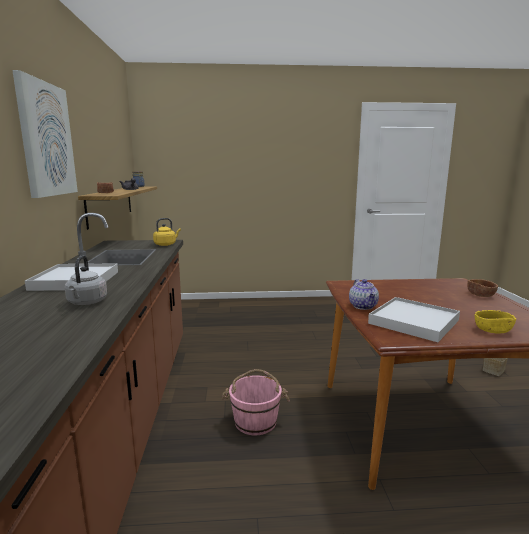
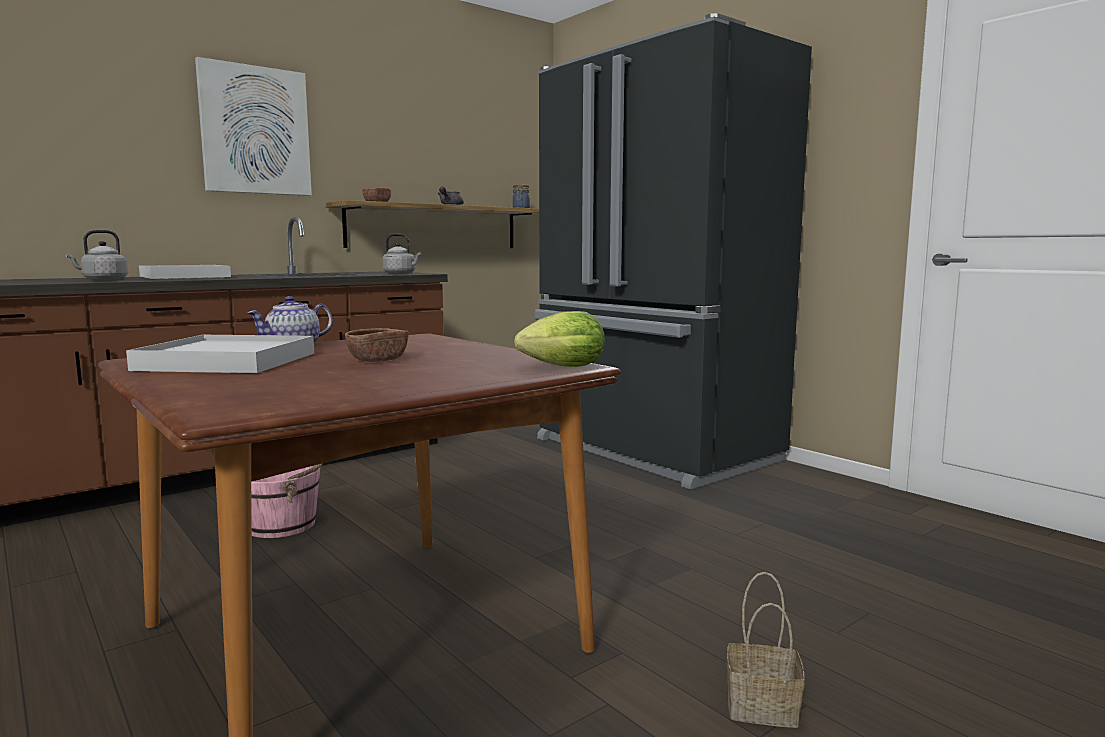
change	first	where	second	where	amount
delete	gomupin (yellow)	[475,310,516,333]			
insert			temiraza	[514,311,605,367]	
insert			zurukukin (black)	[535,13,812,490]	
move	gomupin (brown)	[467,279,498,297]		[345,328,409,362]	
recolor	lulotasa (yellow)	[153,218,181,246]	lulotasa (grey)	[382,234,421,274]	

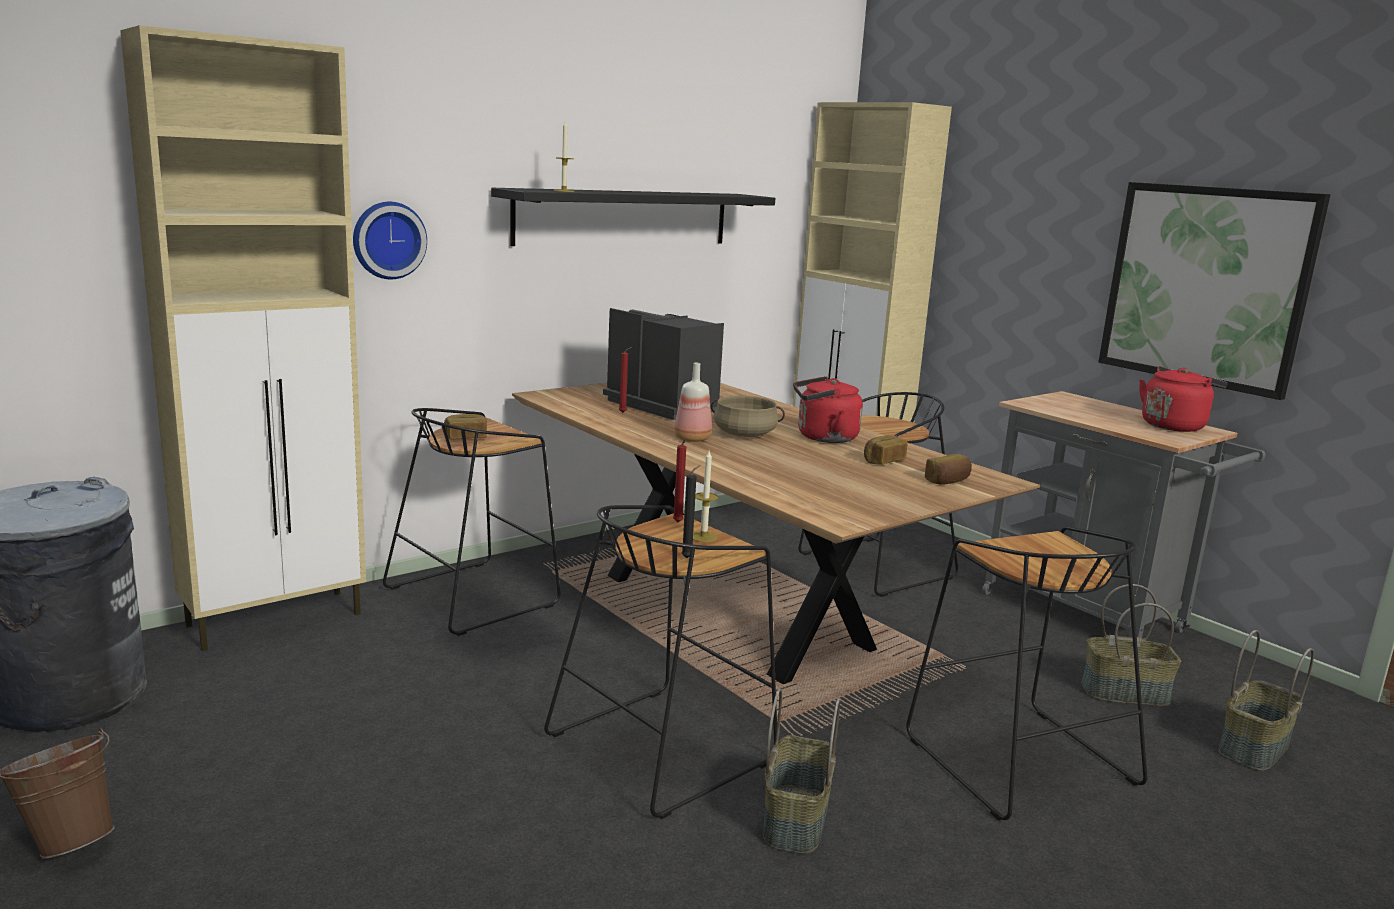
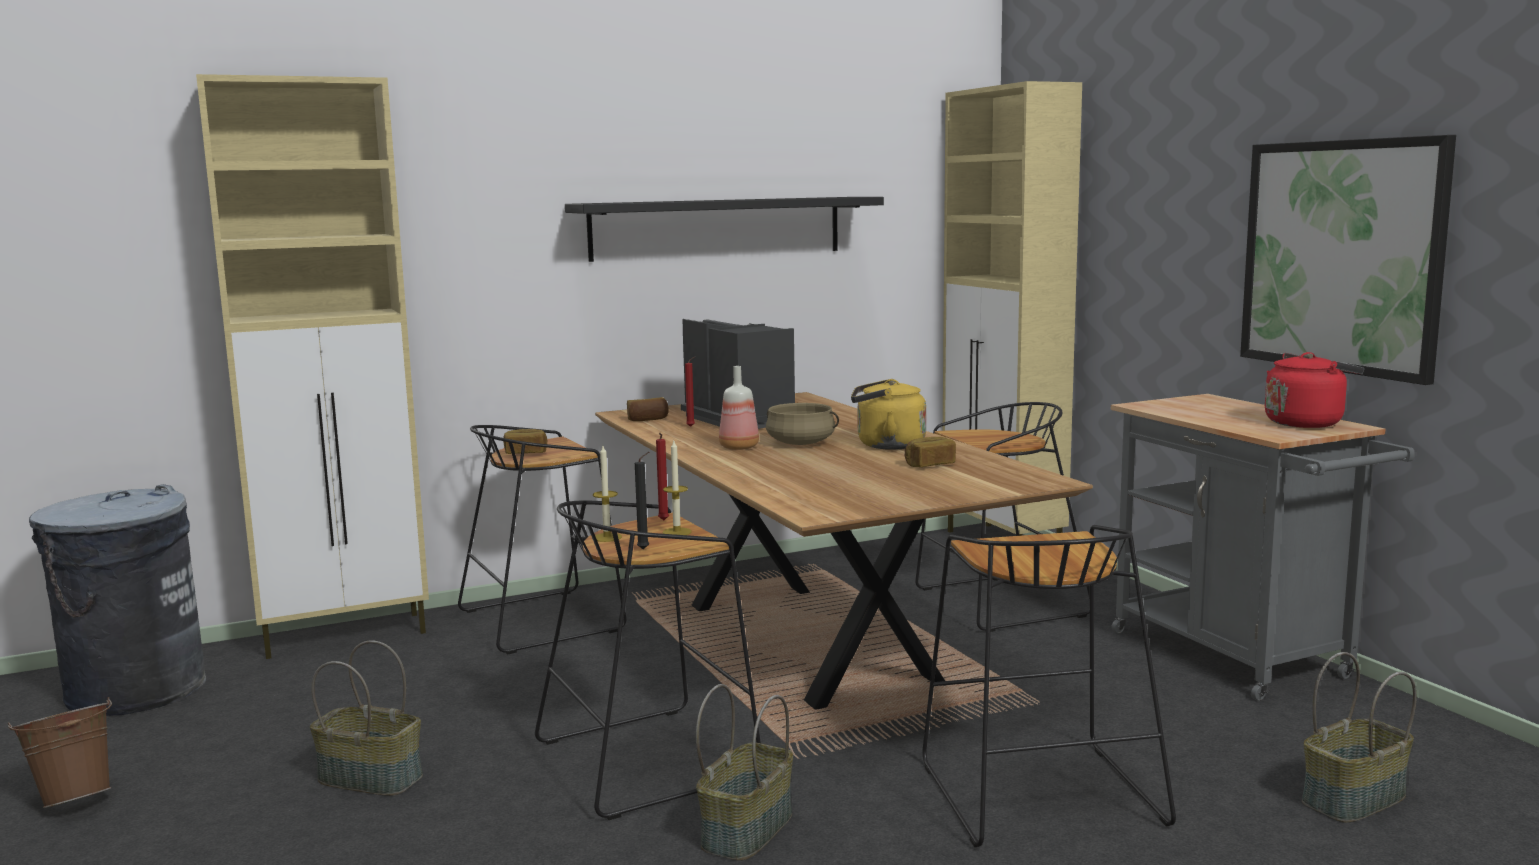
change	first	where	second	where	amount
delete	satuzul	[353,202,427,279]			
move	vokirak	[554,120,575,192]		[593,446,622,542]	
move	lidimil	[925,454,972,485]		[627,397,669,421]	
move	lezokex	[1081,584,1181,706]		[310,640,423,796]	
recolor	lulotasa (red)	[793,376,863,443]	lulotasa (yellow)	[851,379,926,450]	

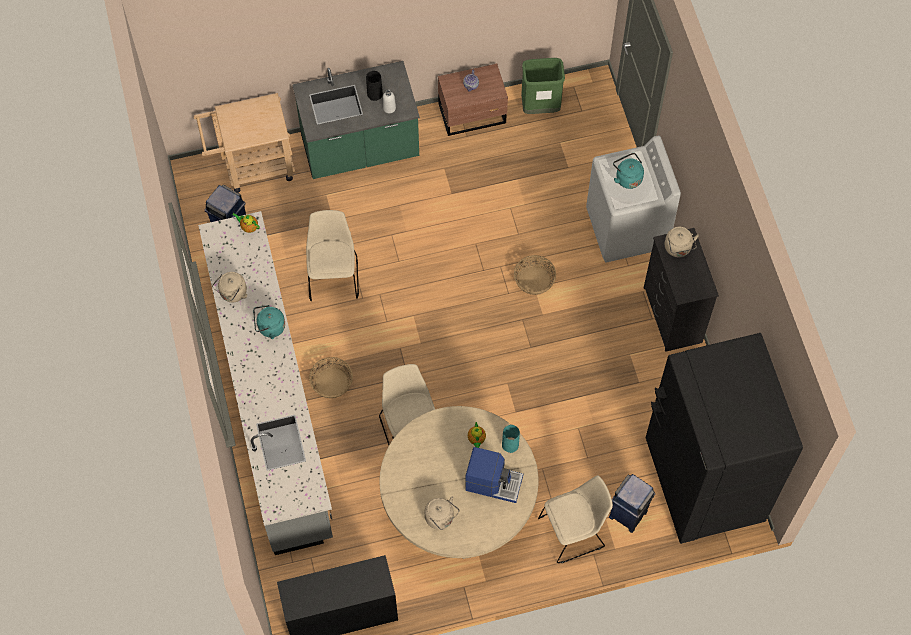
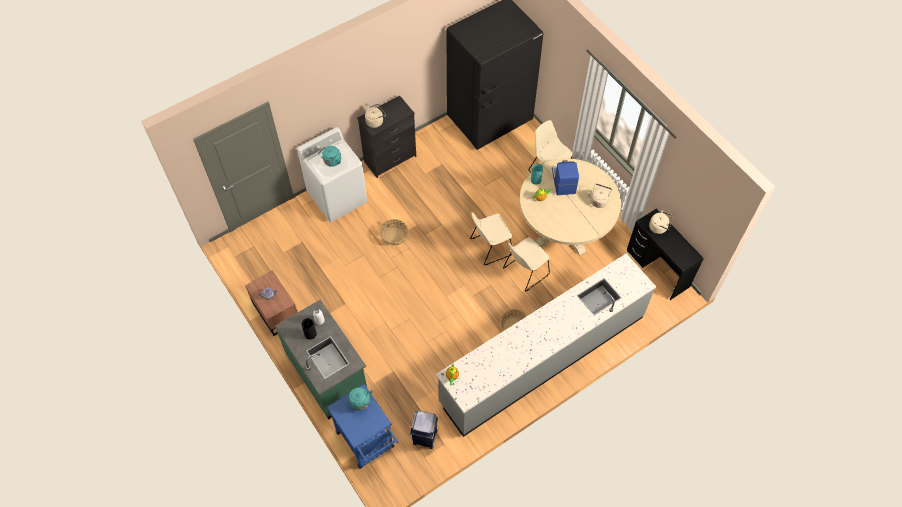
change	first	where	second	where	amount
delete	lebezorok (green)	[521,58,565,114]			
delete	lebezorok (blue)	[609,474,655,533]			
move	lulotasa (beige)	[212,272,247,302]		[649,210,673,234]	
move	lulotasa (turquoise)	[253,305,285,339]		[348,387,372,411]	
move	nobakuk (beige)	[306,210,359,301]		[470,212,512,265]	
recolor	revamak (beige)	[193,93,295,193]	revamak (blue)	[327,384,398,469]	

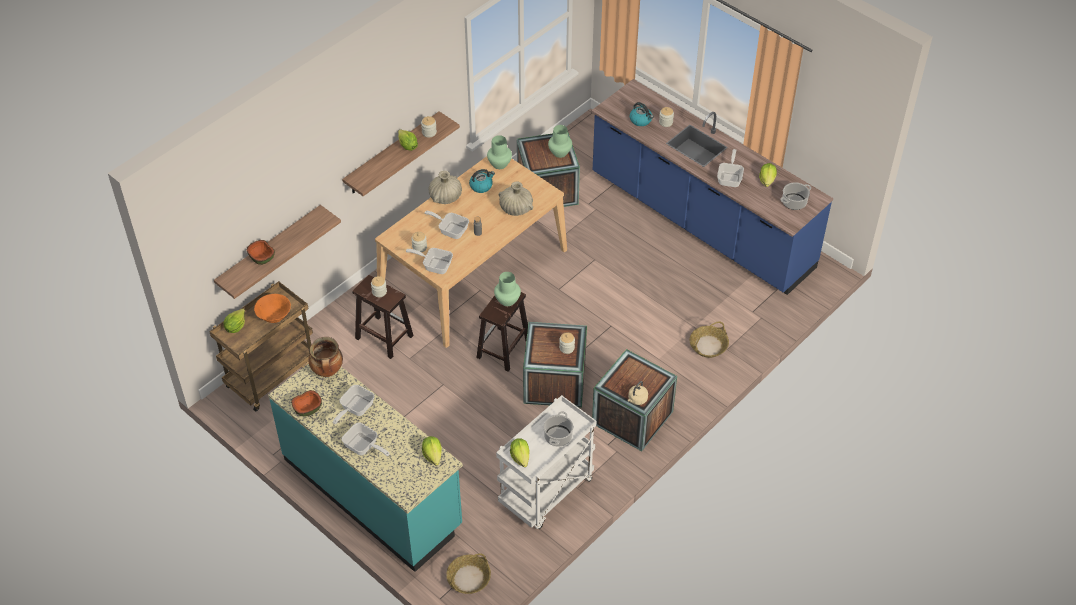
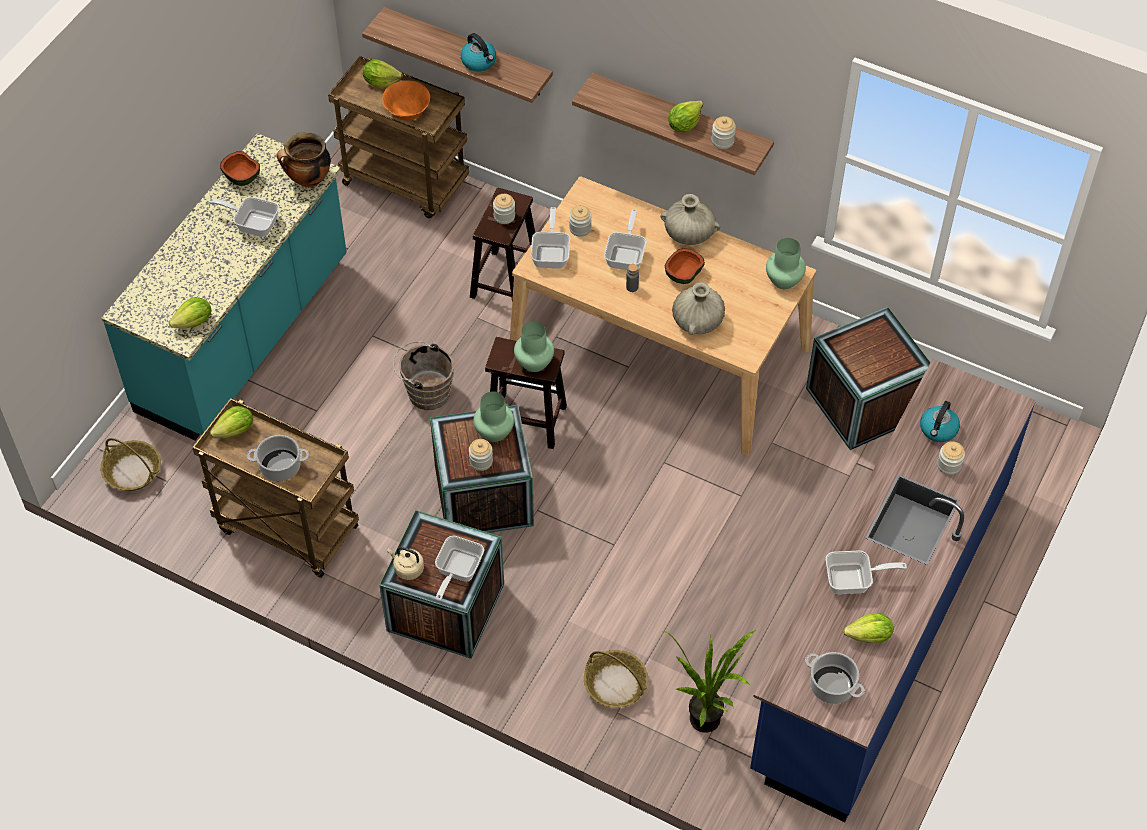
change	first	where	second	where	amount
insert			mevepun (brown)	[393,341,454,410]	
insert			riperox	[663,630,756,733]	
move	gomupin	[246,240,275,265]		[665,248,705,284]	
move	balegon	[341,423,390,456]		[435,536,484,601]	
move	lulotasa	[469,169,495,193]		[461,33,496,71]	
move	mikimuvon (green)	[548,125,572,158]		[473,391,514,442]	
recolor	revamak (white)	[496,395,596,529]	revamak (brown)	[192,398,359,578]	

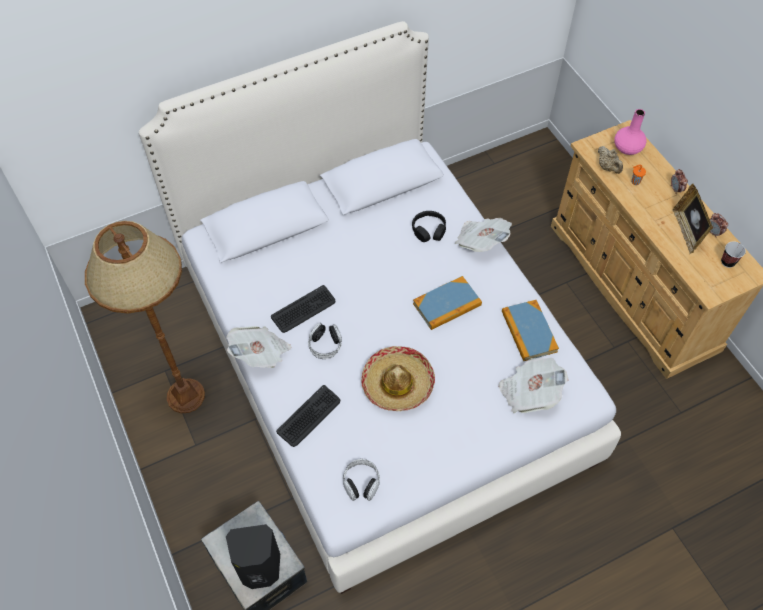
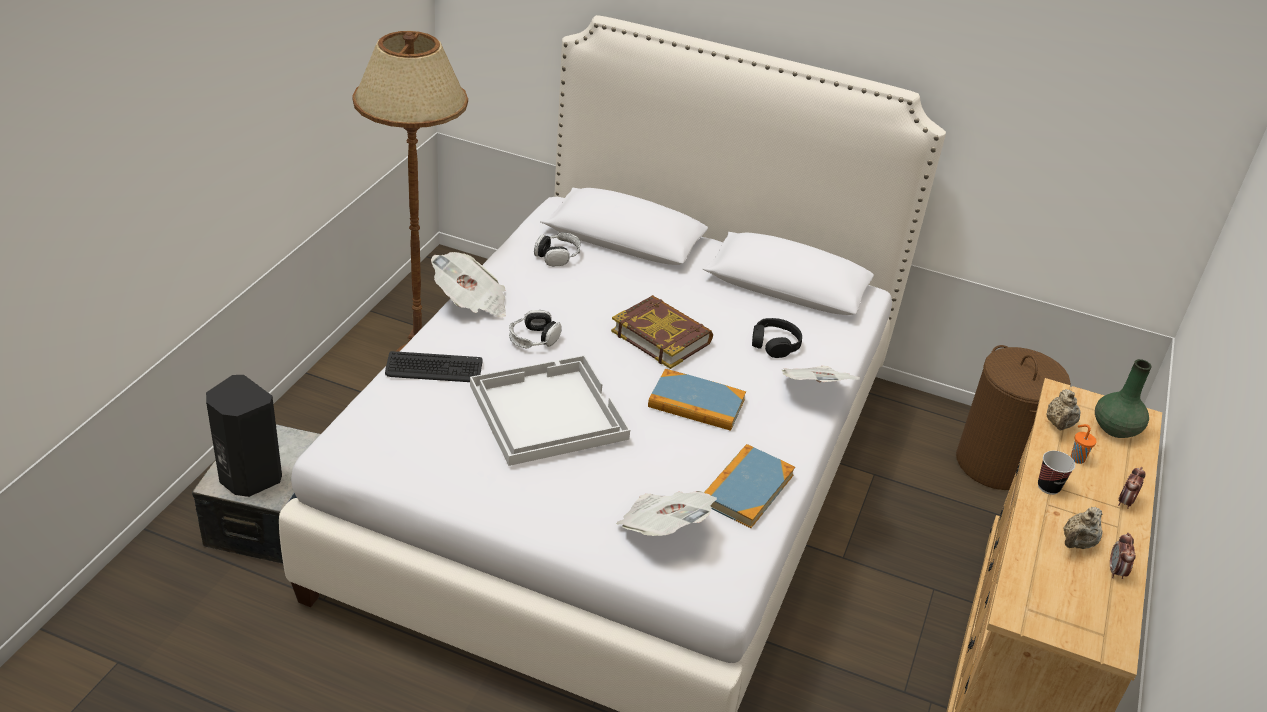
change	first	where	second	where	amount
delete	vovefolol	[271,285,336,333]			
insert			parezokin	[611,295,713,369]	
insert			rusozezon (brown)	[956,345,1071,490]	
move	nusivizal	[343,459,380,501]		[534,232,581,266]	
move	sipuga	[721,241,746,268]		[1038,451,1075,495]	
replace	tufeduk	[361,346,435,411]	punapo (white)	[470,355,630,466]	
replace	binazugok	[673,184,713,254]	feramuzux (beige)	[1063,507,1103,549]	
recolor	mikimuvon (pink)	[614,109,647,155]	mikimuvon (green)	[1095,359,1152,438]	

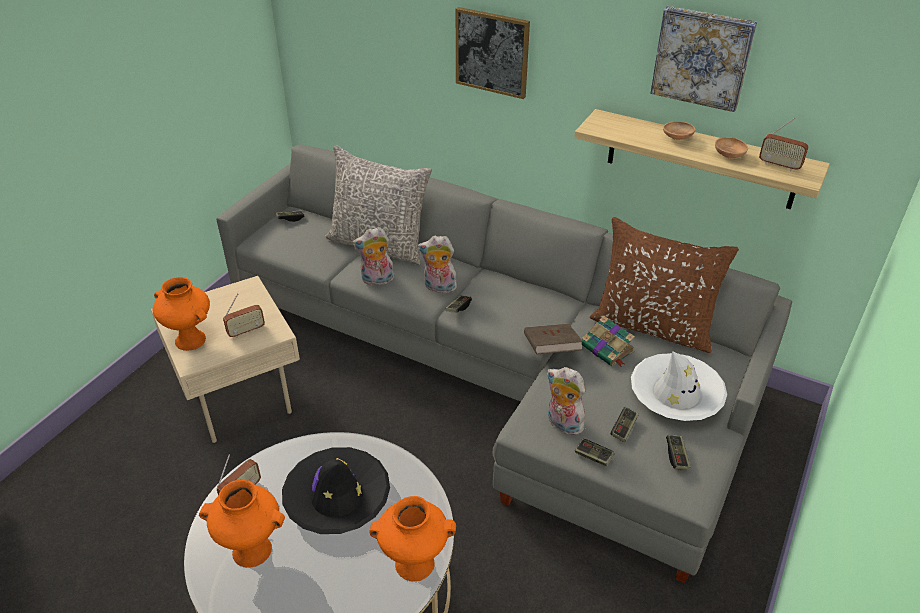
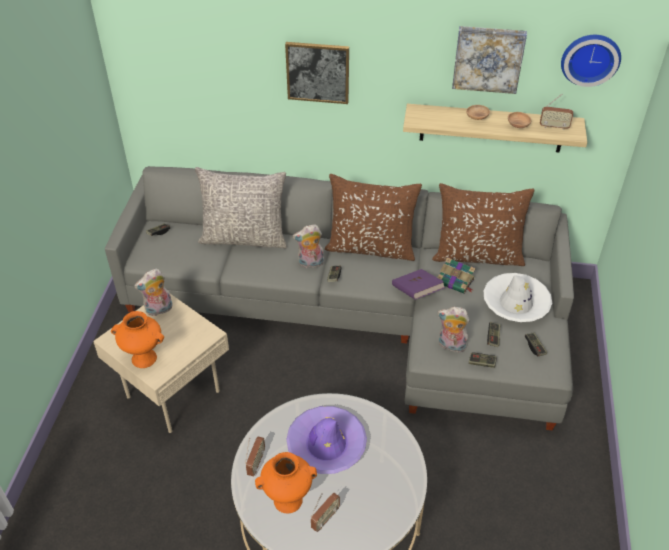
change	first	where	second	where	amount
delete	mikimuvon (orange)	[369,496,456,581]			
insert			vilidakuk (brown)	[325,174,422,261]	
insert			satuzul	[561,35,621,87]	
move	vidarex	[223,293,265,338]		[311,493,340,532]	
move	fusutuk	[352,227,394,287]		[134,268,173,316]	
recolor	tufeduk (black)	[282,447,390,534]	tufeduk (purple)	[286,406,367,474]	
recolor	parezokin (brown)	[524,324,583,354]	parezokin (purple)	[392,269,445,300]	

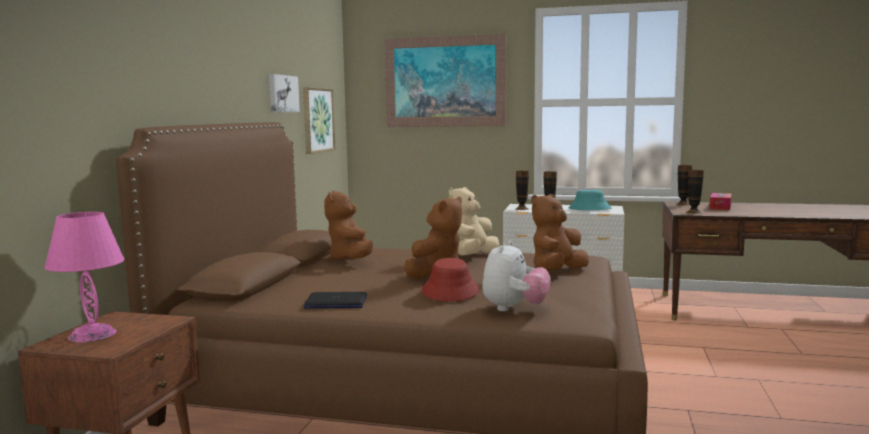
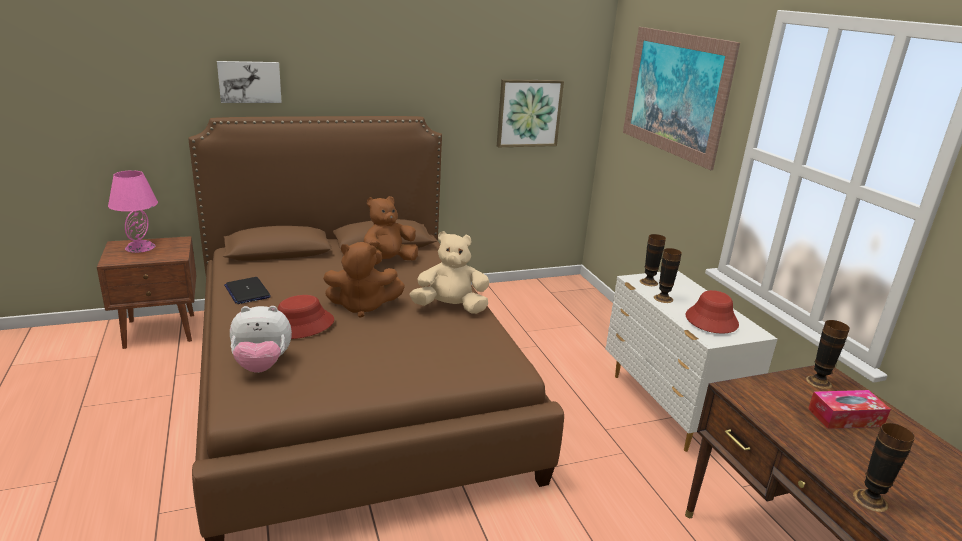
change	first	where	second	where	amount
delete	fusutuk (brown)	[531,194,589,271]			
move	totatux	[269,74,300,112]		[217,61,282,103]	
move	mikimuvon	[685,170,704,214]		[853,423,915,512]	
recolor	tufeduk (turquoise)	[568,190,612,210]	tufeduk (red)	[686,290,739,334]	

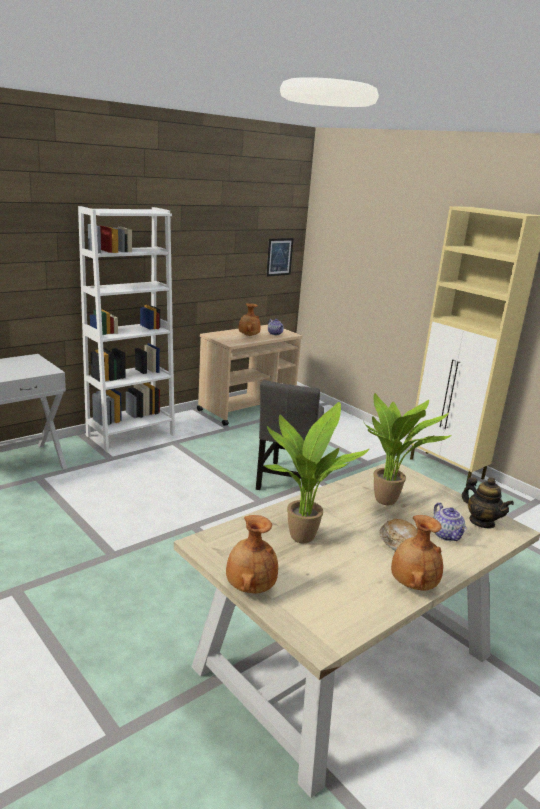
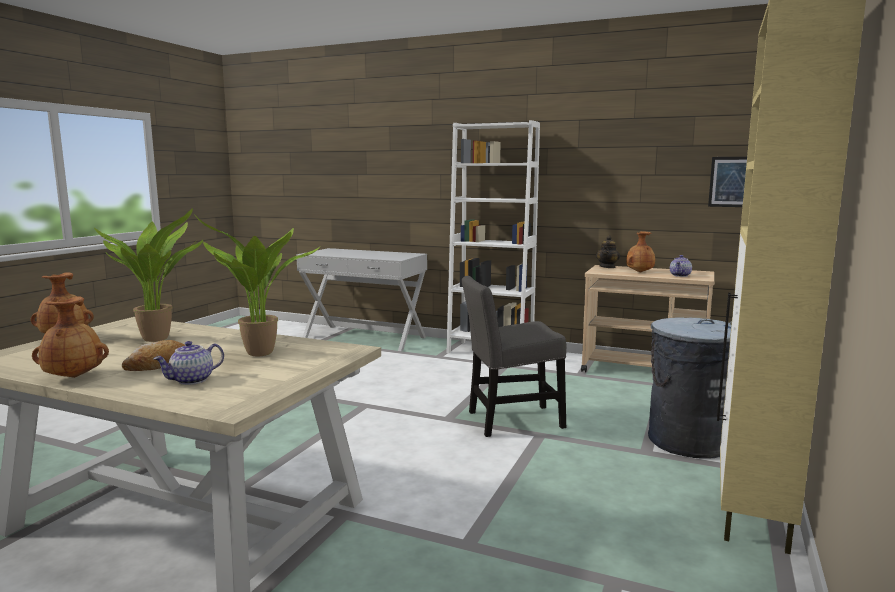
change	first	where	second	where	amount
insert			lebezorok (grey)	[648,317,732,459]	
move	feramuzux	[462,477,514,528]		[596,235,620,268]	

